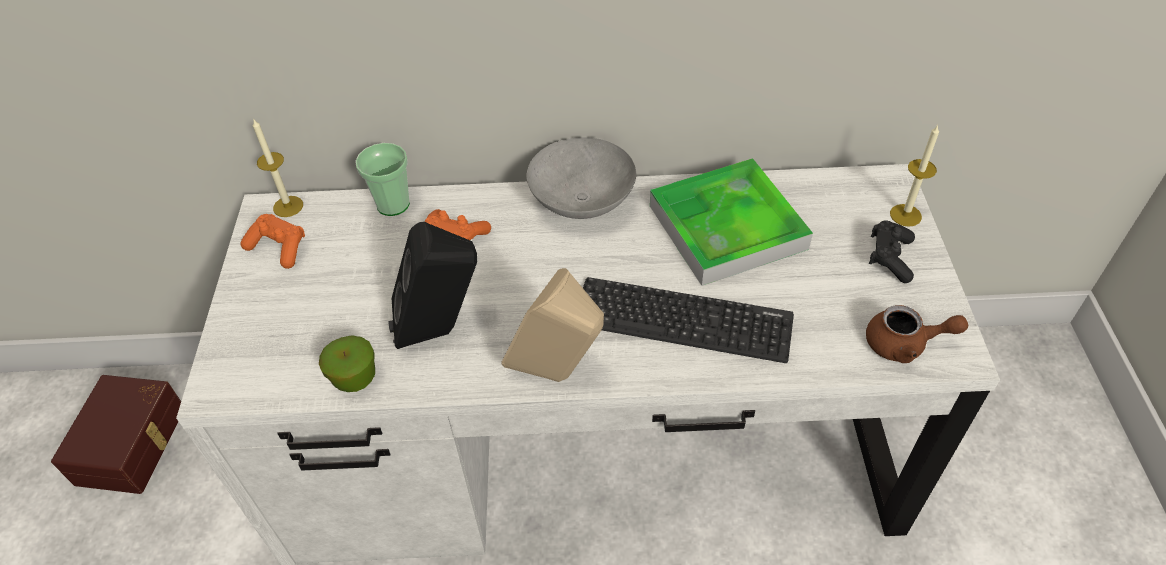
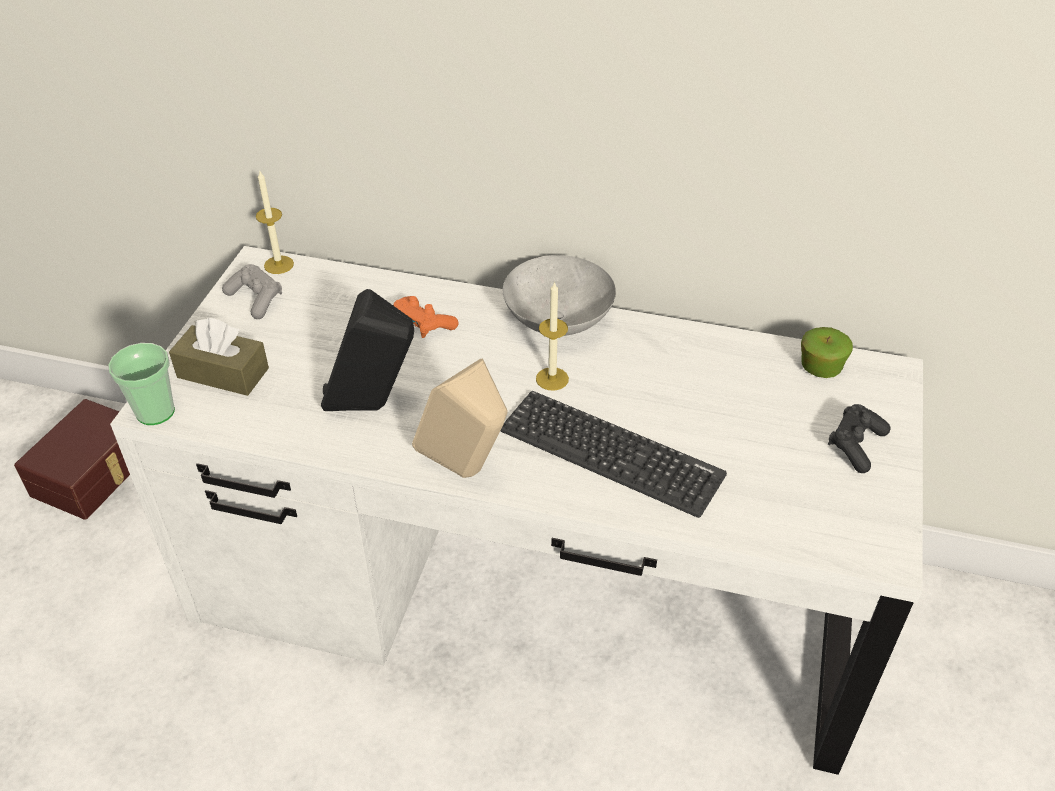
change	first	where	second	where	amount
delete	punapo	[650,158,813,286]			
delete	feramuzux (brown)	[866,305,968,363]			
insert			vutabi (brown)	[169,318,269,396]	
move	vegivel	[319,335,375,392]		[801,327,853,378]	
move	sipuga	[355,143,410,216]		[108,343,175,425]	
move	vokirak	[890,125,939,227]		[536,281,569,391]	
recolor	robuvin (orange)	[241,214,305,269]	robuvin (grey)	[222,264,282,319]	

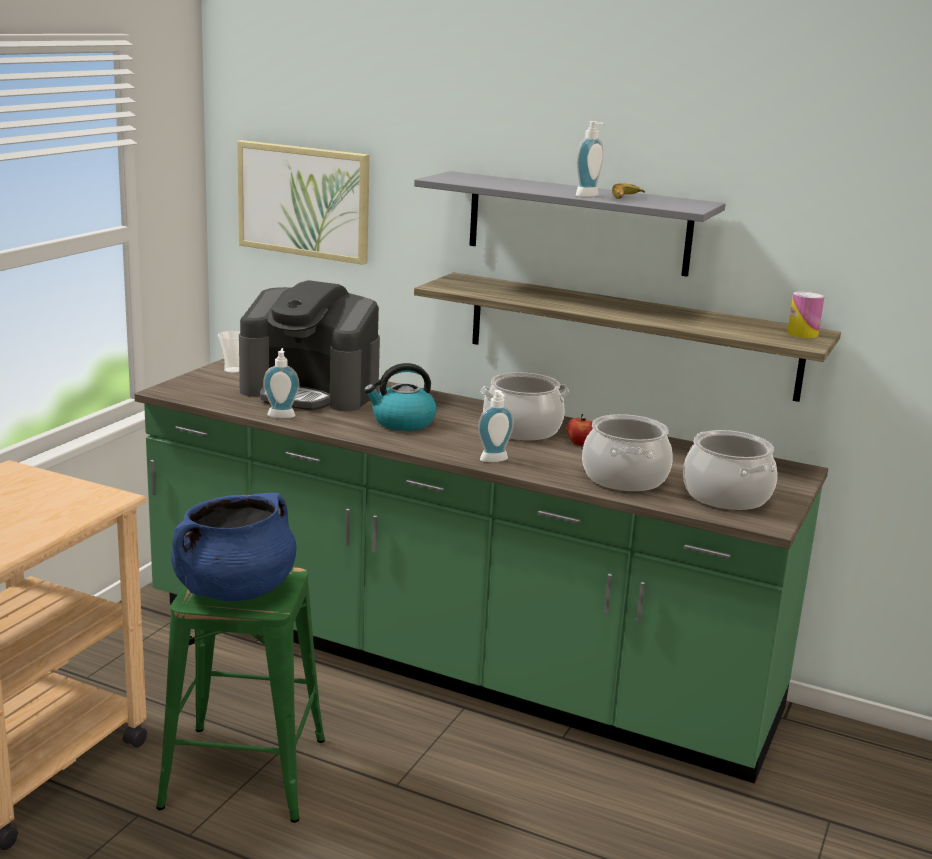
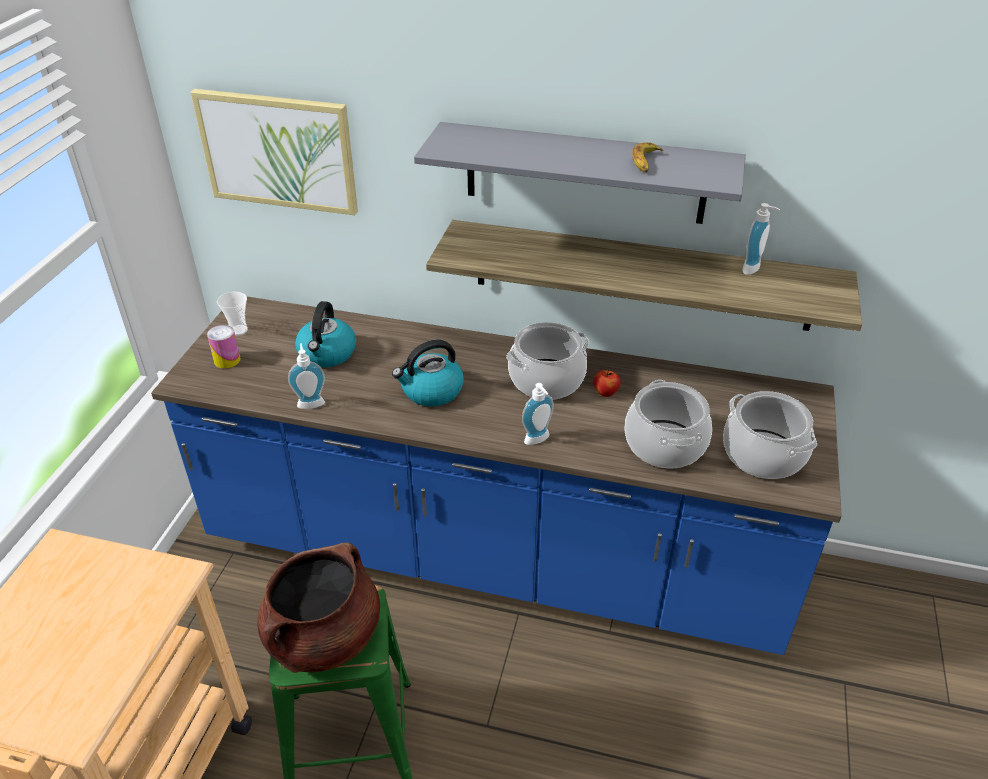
change	first	where	second	where	amount
move	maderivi	[576,121,605,197]		[743,203,780,275]	
move	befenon	[787,291,825,338]		[207,325,241,368]	
replace	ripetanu	[239,280,380,411]	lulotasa	[295,301,356,367]	
recolor	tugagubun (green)	[135,359,828,784]	tugagubun (blue)	[151,297,842,655]	
recolor	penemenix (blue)	[171,493,297,601]	penemenix (brown)	[257,543,380,673]	

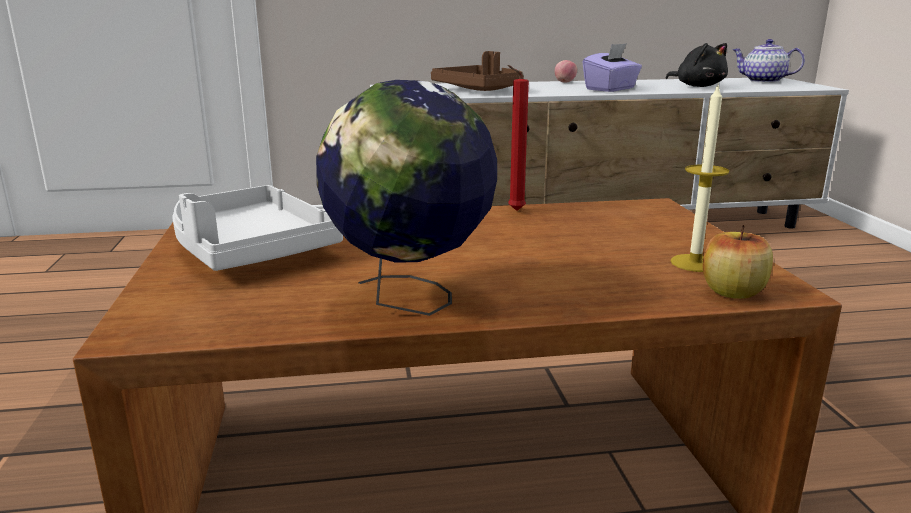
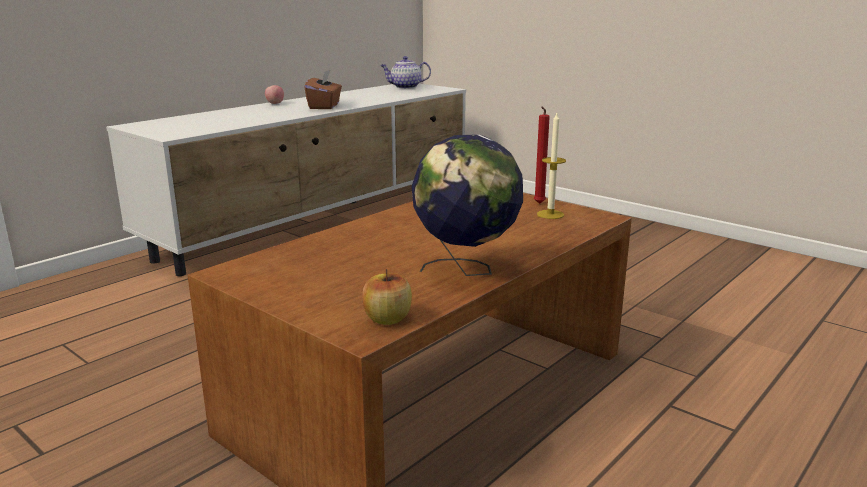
change	first	where	second	where	amount
delete	punapo (grey)	[172,185,343,271]			
delete	punapo (brown)	[431,51,524,91]			
delete	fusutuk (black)	[665,43,728,87]			
move	vokirak (red)	[507,65,529,211]		[534,107,550,204]	
move	vegivel	[703,225,773,299]		[362,269,412,325]	
recolor	vutabi (purple)	[583,43,642,92]	vutabi (brown)	[304,69,342,109]	

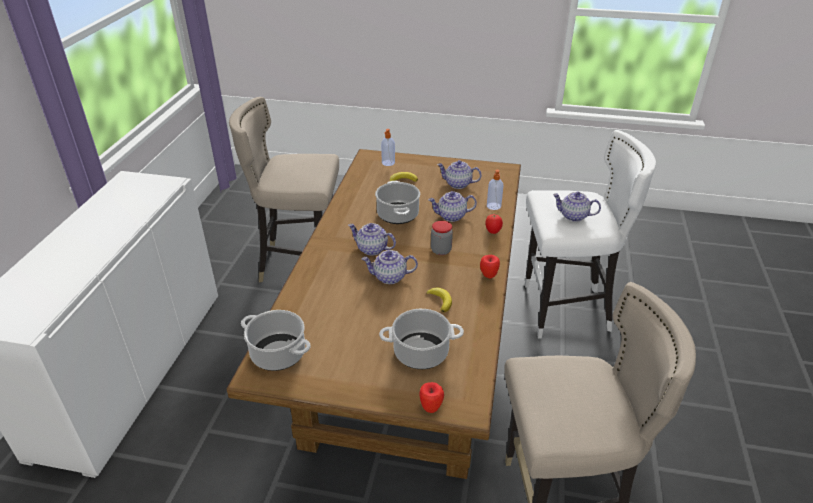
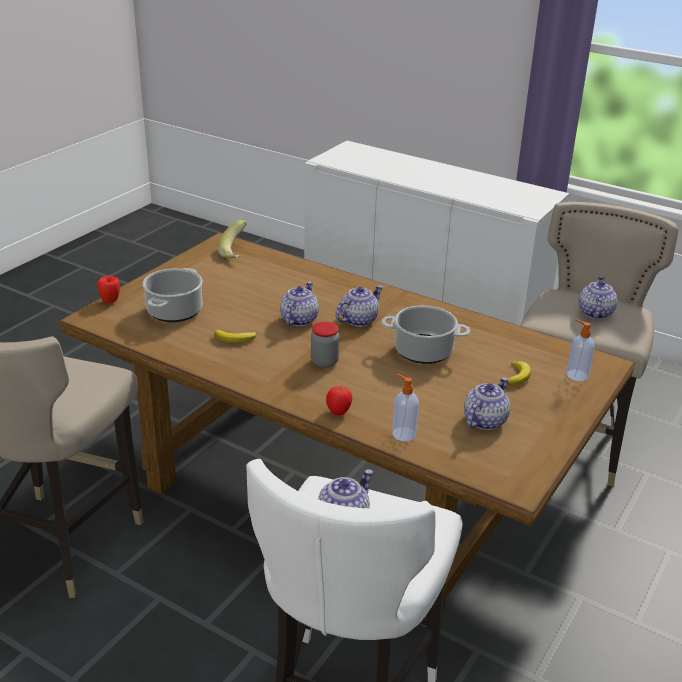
change	first	where	second	where	amount
delete	vegivel	[480,255,500,278]			
move	feramuzux	[428,191,477,222]		[579,276,617,319]	
replace	penemenix	[241,310,311,371]	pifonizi	[218,220,247,259]	

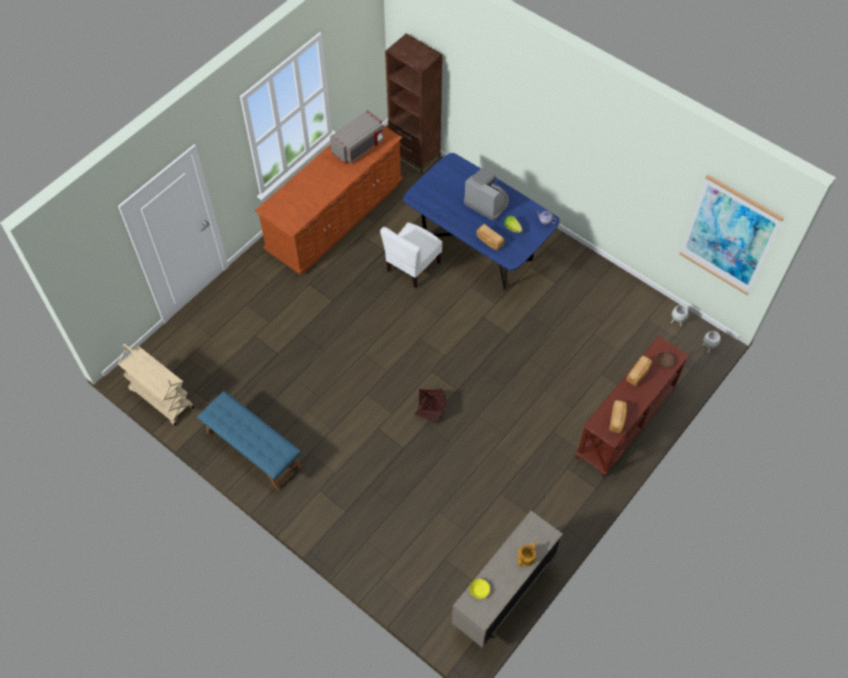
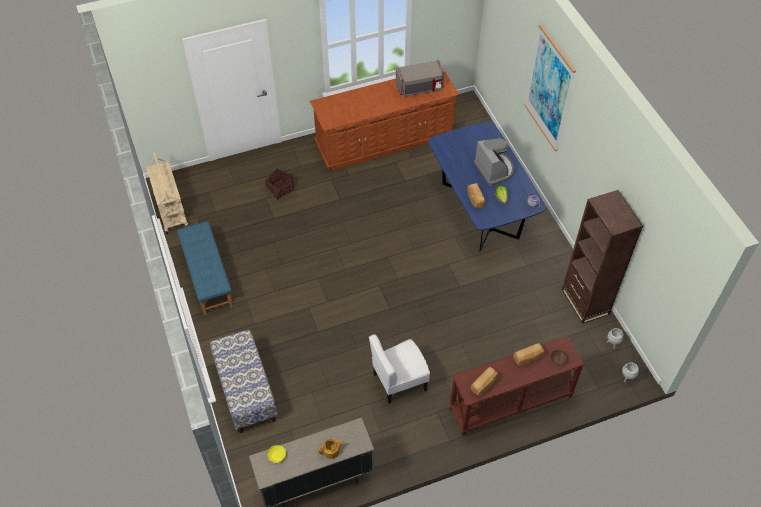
change	first	where	second	where	amount
insert			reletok	[210,330,278,433]	
move	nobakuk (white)	[380,223,442,288]		[369,334,430,403]	
move	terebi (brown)	[385,33,443,174]		[562,190,643,324]	
move	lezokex	[415,388,446,424]		[265,168,294,200]	
move	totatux	[679,175,784,295]		[524,24,576,151]	

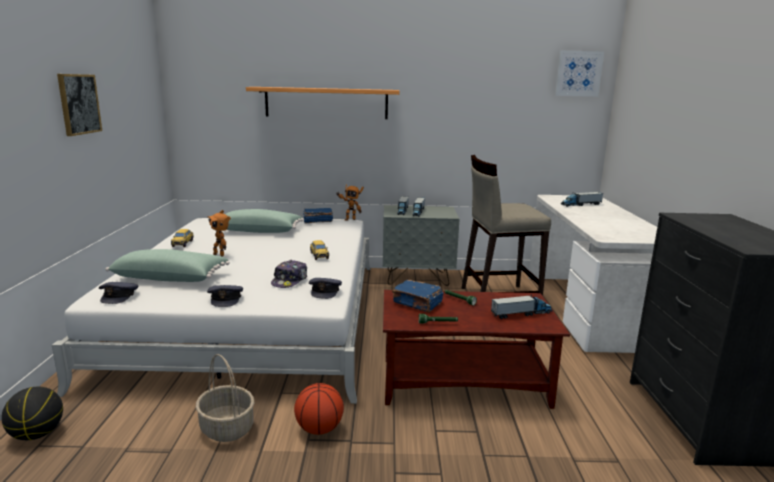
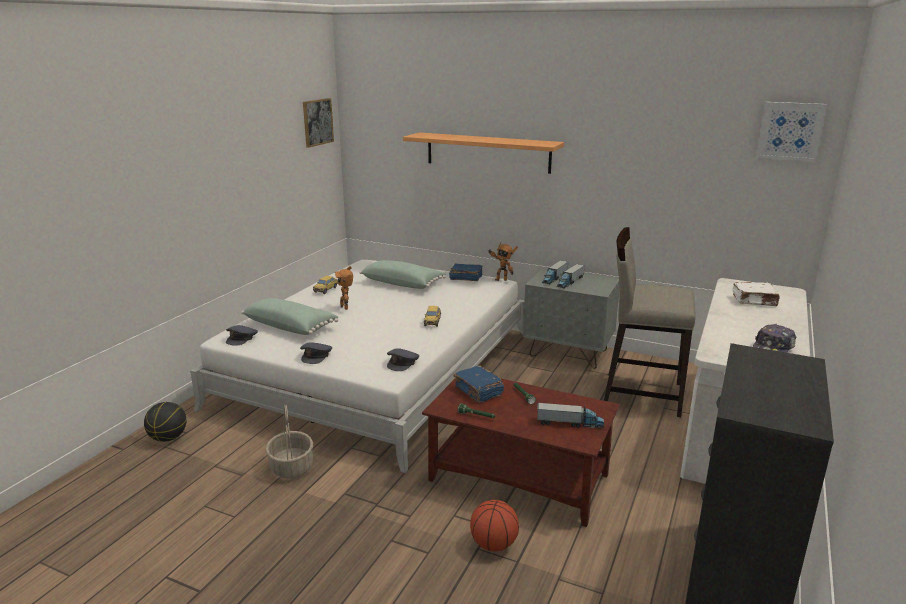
change	first	where	second	where	amount
move	totatux	[57,74,102,136]		[303,98,334,148]	
move	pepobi	[271,260,307,288]		[753,324,796,353]	
move	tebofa	[294,383,344,435]		[470,500,519,551]	
replace	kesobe	[561,192,603,207]	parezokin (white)	[732,282,780,306]	

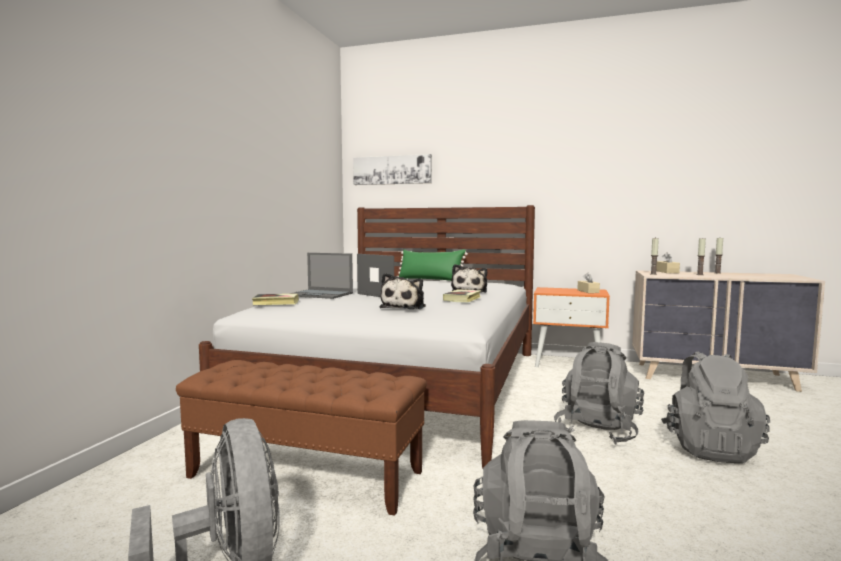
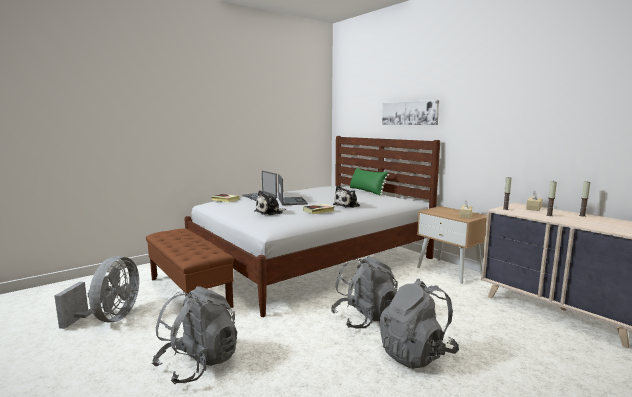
change	first	where	second	where	amount
move	totatux	[353,154,432,185]		[382,100,439,125]	
recolor	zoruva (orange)	[533,287,610,367]	zoruva (beige)	[417,206,487,284]	

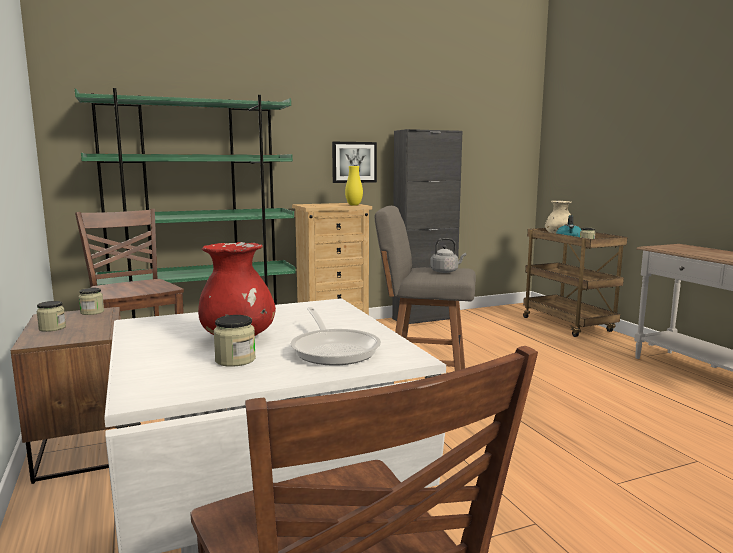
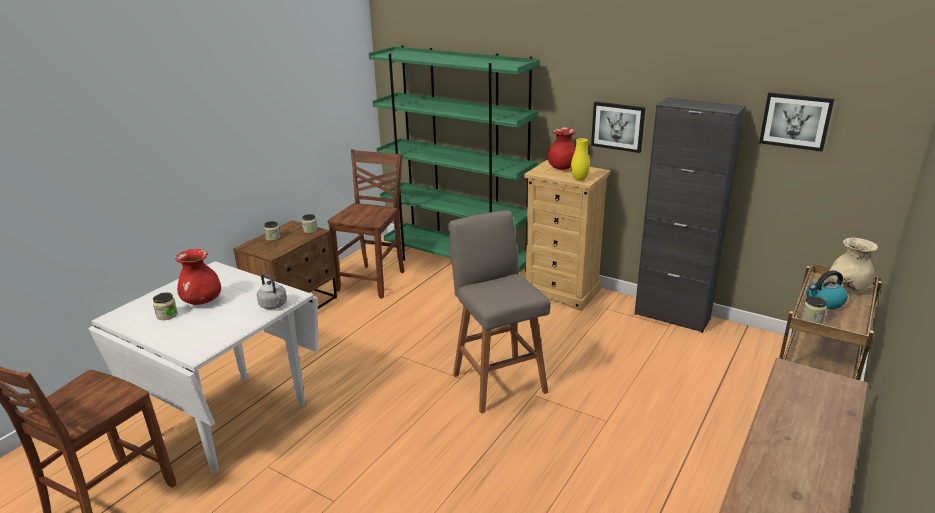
change	first	where	second	where	amount
delete	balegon	[291,307,381,366]			
insert			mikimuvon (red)	[548,128,576,170]	
insert			totatux	[759,92,834,152]	
move	lulotasa (grey)	[430,238,466,273]		[257,273,287,309]	

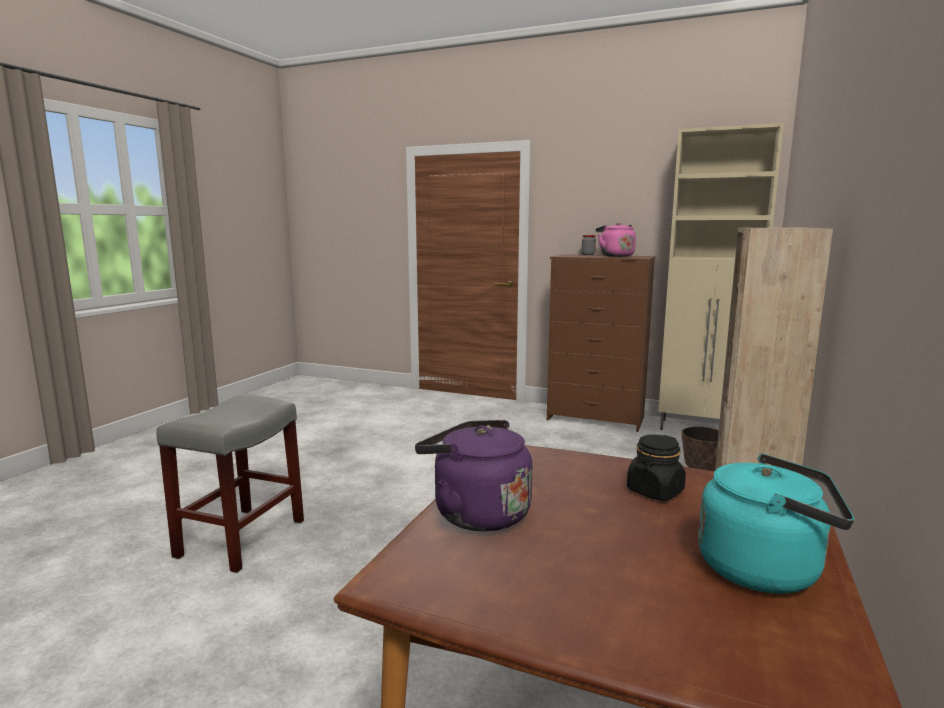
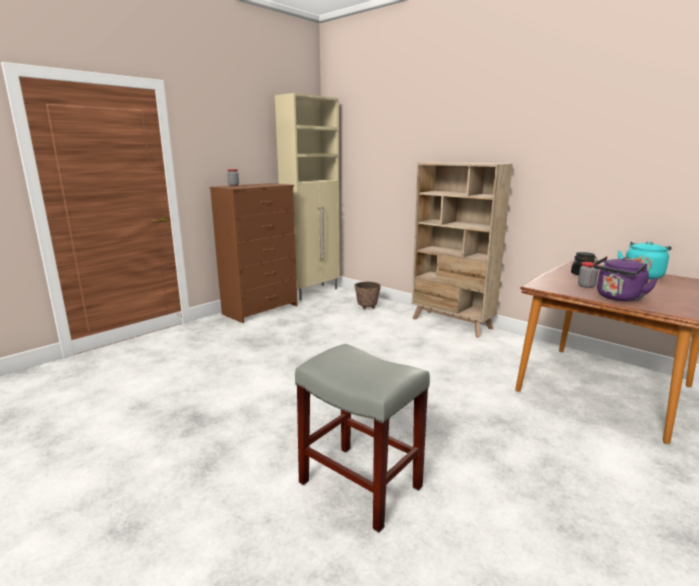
change	first	where	second	where	amount
delete	lulotasa (pink)	[596,223,636,257]			
insert			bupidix	[578,262,599,288]	

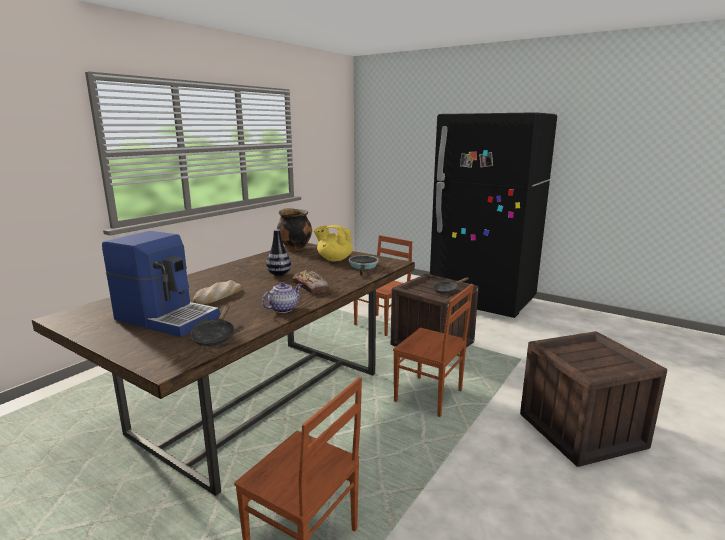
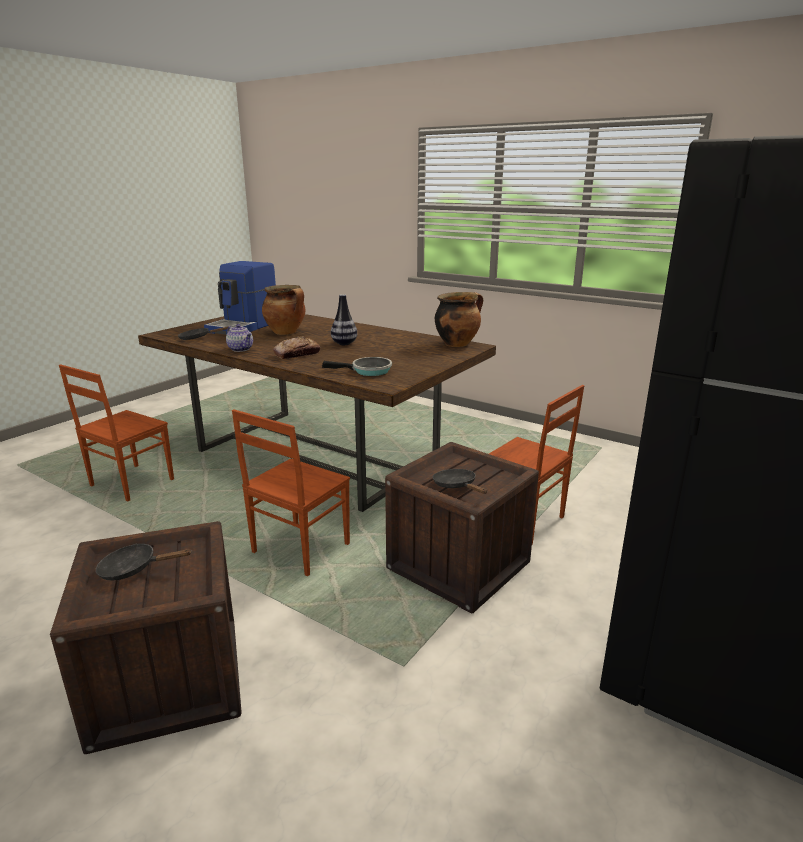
change	first	where	second	where	amount
delete	feramuzux (yellow)	[314,225,353,261]			
insert			balegon (black)	[95,543,192,580]	
replace	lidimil	[193,280,242,304]	penemenix	[262,285,305,335]	

